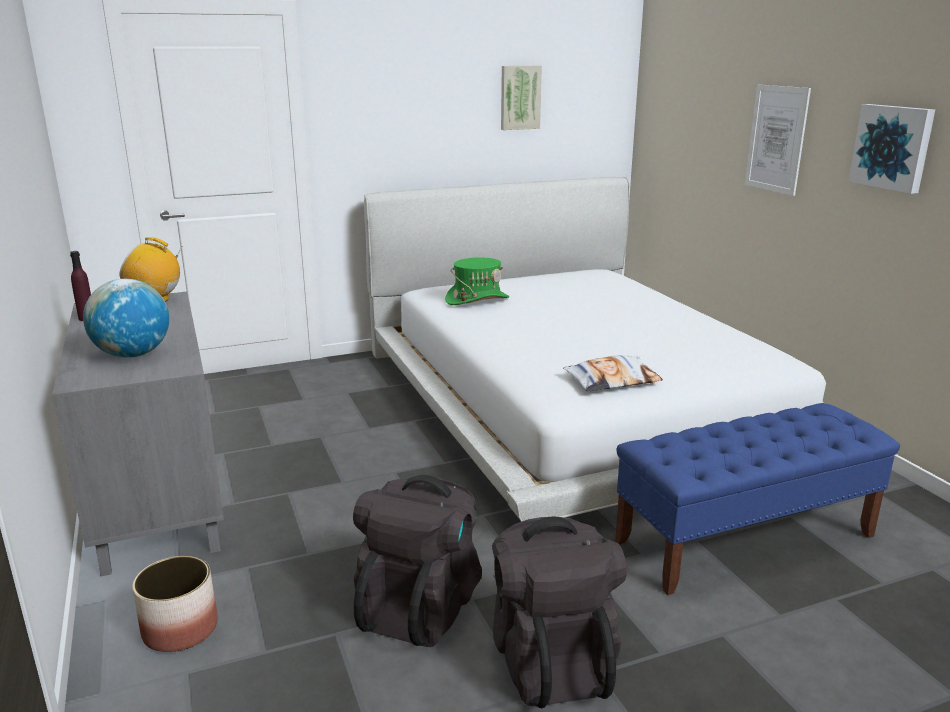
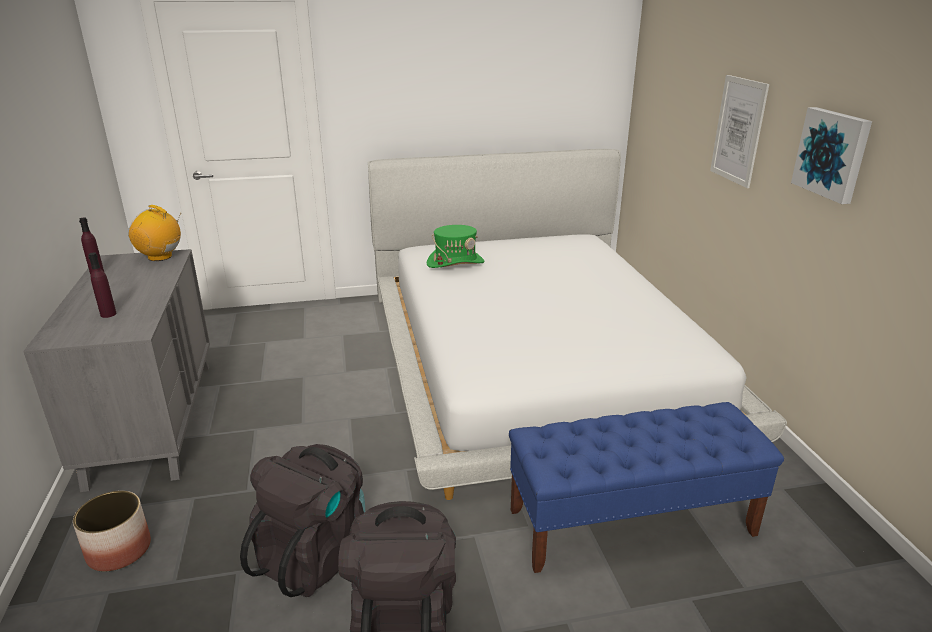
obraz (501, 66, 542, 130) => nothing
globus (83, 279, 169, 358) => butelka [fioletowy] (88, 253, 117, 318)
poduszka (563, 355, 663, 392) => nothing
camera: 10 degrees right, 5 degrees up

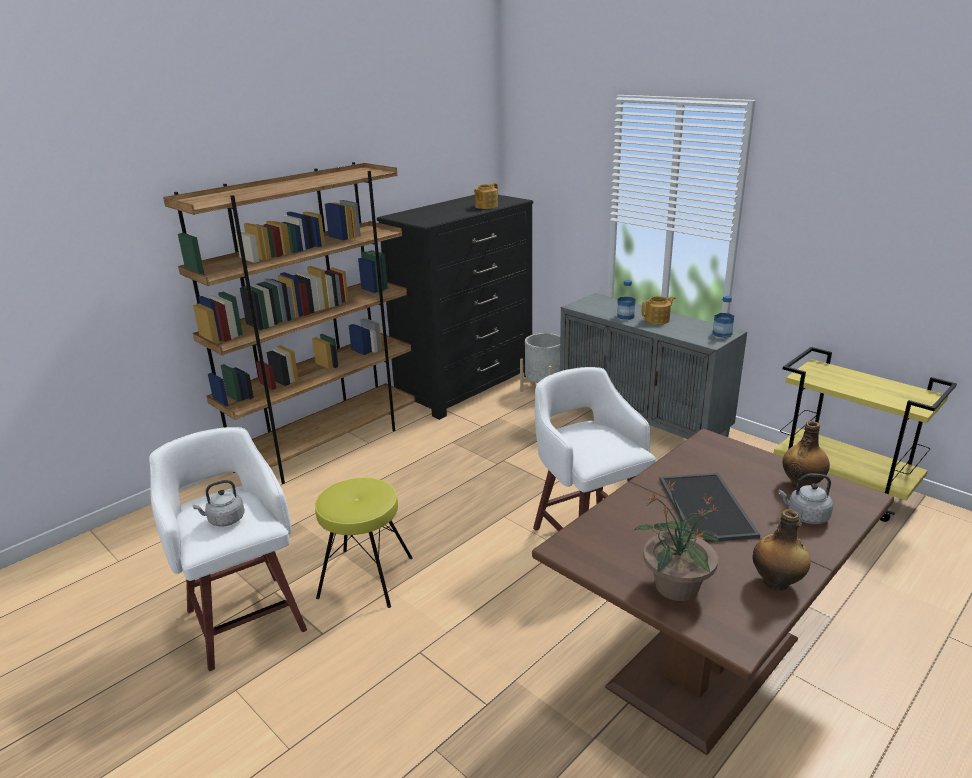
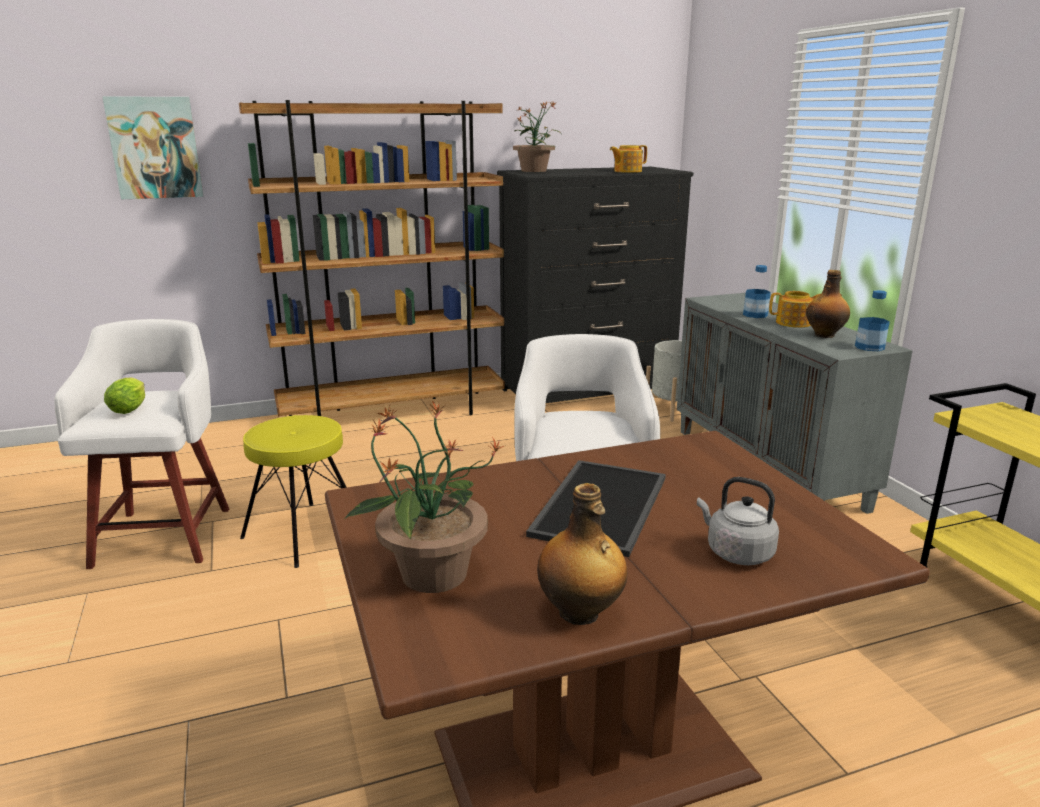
butelka (783, 421, 830, 489) => butelka (806, 270, 850, 338), shifted
czajnik [szary] (193, 480, 244, 526) => sałata (104, 377, 145, 414)
nothing => obraz (102, 96, 203, 199)
nothing => roślina doniczkowa (513, 101, 561, 172)
camera: 25 degrees right, 5 degrees down

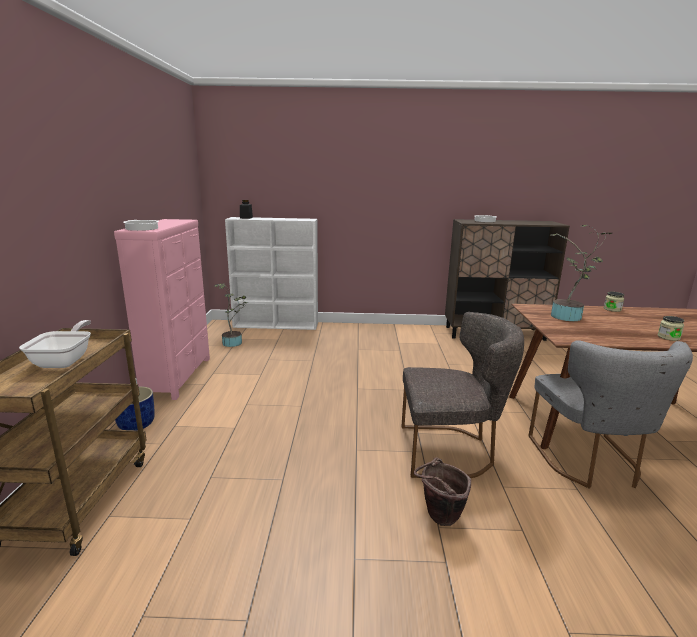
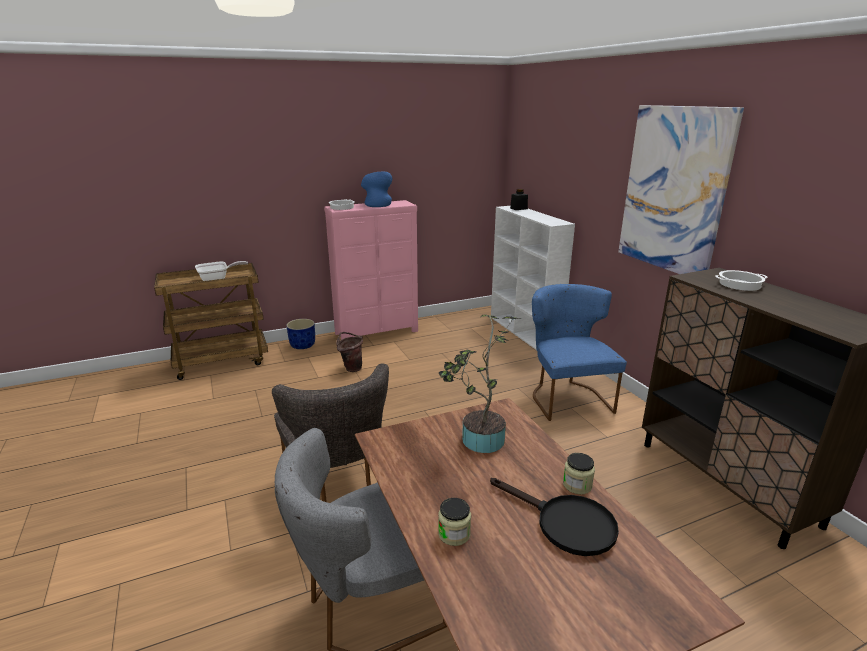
roślina doniczkowa (214, 283, 248, 347) => nothing
wiadro [brązowy] (414, 457, 471, 526) => wiadro [brązowy] (336, 332, 363, 372), shifted
nothing => obraz (618, 105, 744, 274)
nothing => wazon [niebieski] (361, 172, 392, 207)
nothing => krzesło [niebieski] (532, 284, 627, 421)
nothing => patelnia [czarny] (490, 478, 619, 556)
camera: 65 degrees right, 5 degrees up

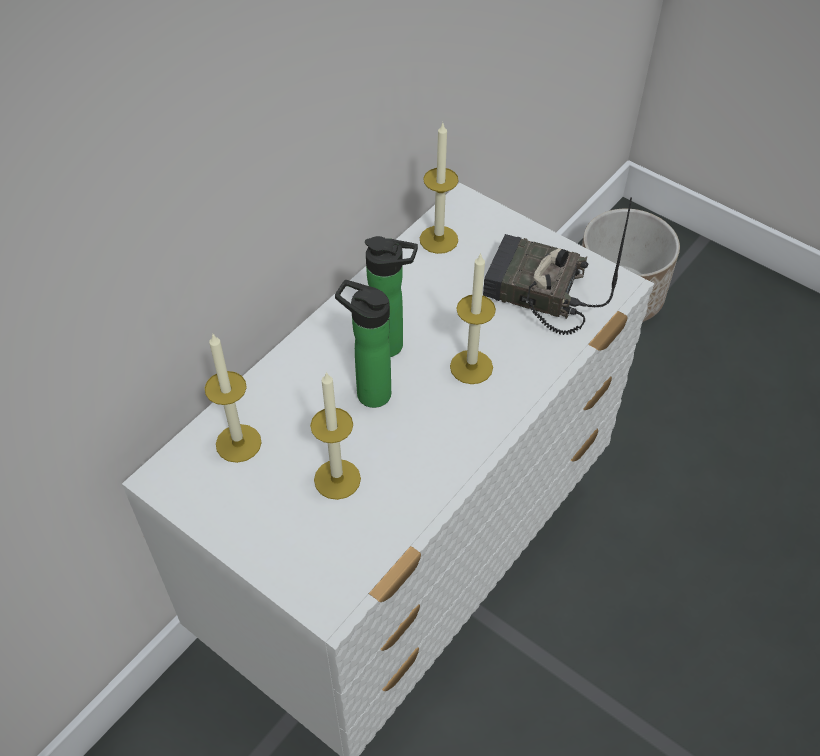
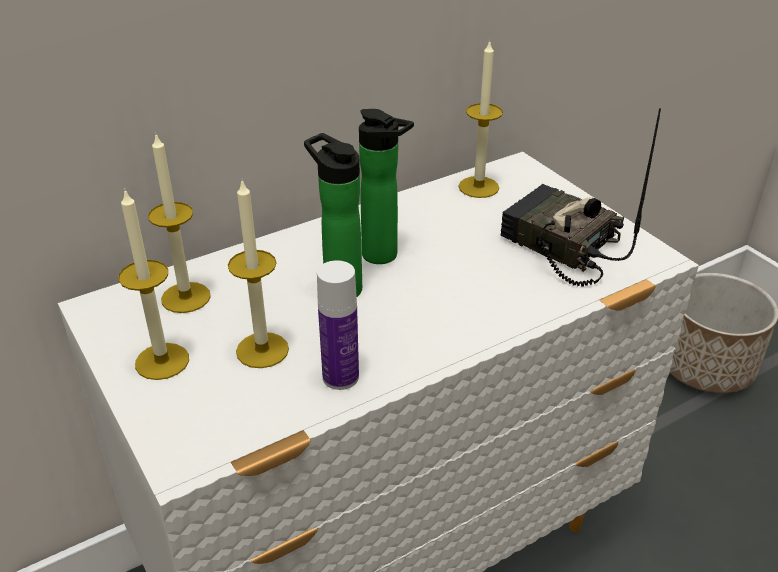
świeca (450, 253, 496, 384) => świeca (118, 188, 189, 380), shifted
nothing => butelka (317, 260, 359, 390)
camera: 20 degrees right, 15 degrees down

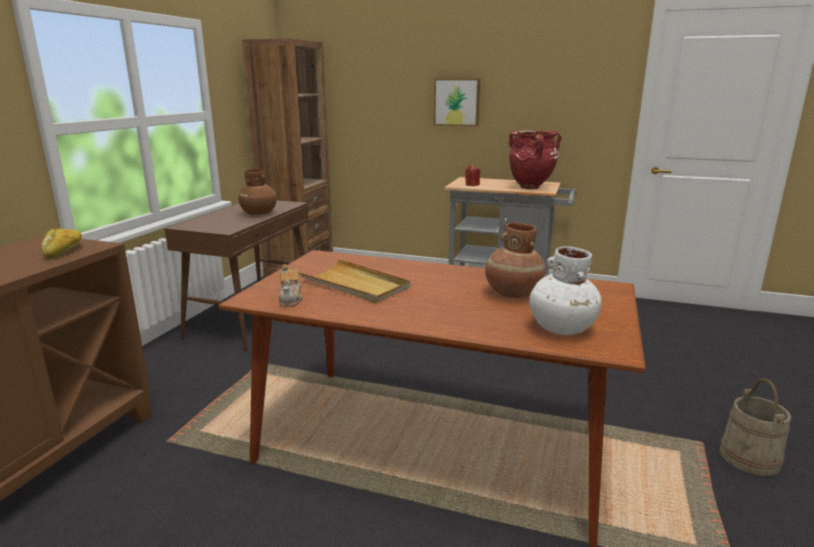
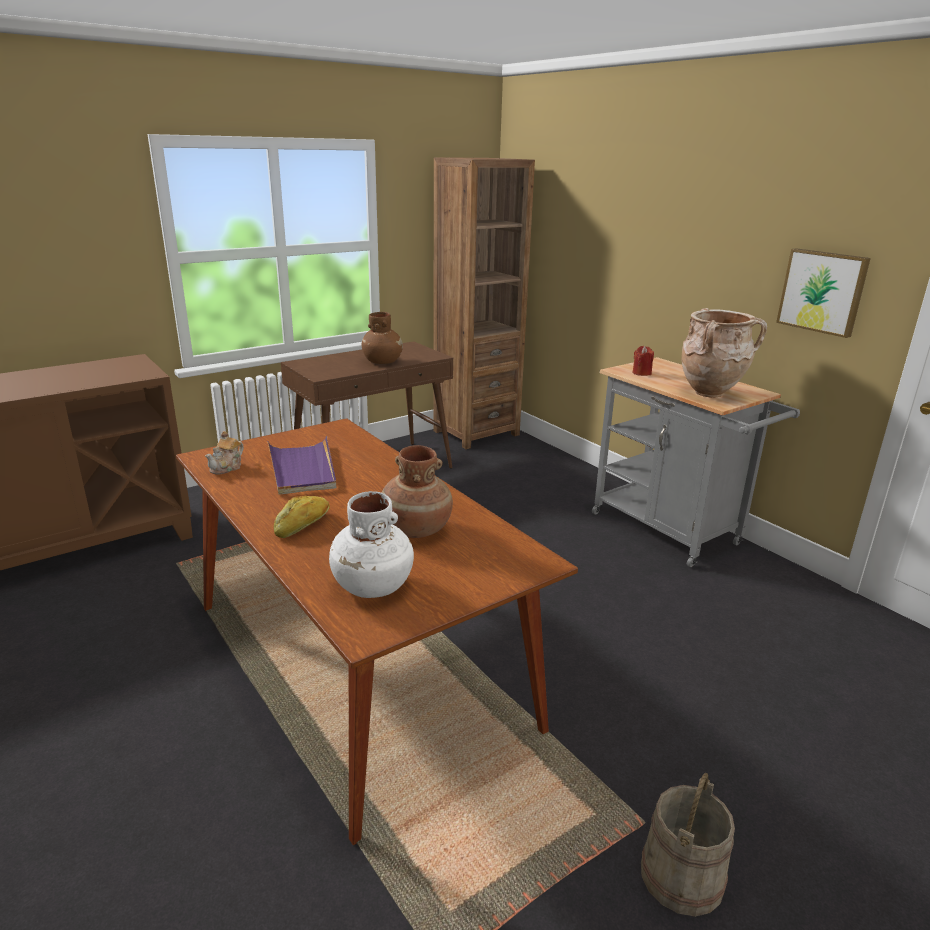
obraz (434, 78, 480, 126) => obraz (776, 248, 871, 338), shifted
wazon [czerwony] (509, 130, 562, 189) => wazon [beżowy] (681, 308, 767, 398)
chleb (41, 228, 82, 258) => chleb (274, 496, 330, 538), shifted
taca [beżowy] (299, 259, 410, 303) => taca [fioletowy] (267, 436, 336, 495)
camera: 35 degrees right, 5 degrees up

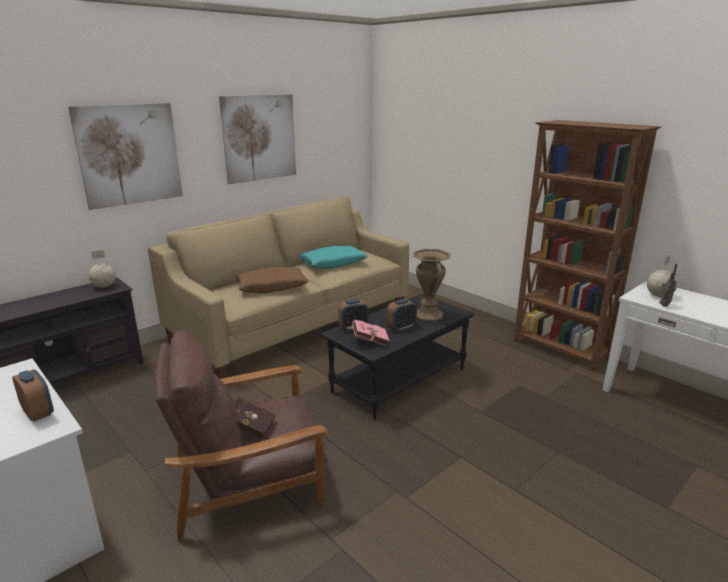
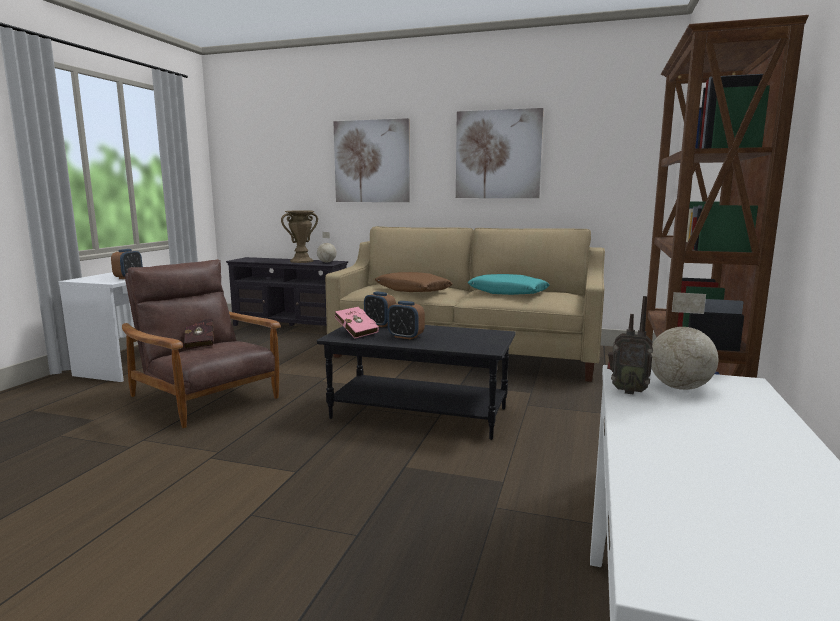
wazon [brązowy] (413, 249, 450, 322) => wazon [brązowy] (281, 210, 318, 263), shifted
camera: 60 degrees right, 10 degrees down

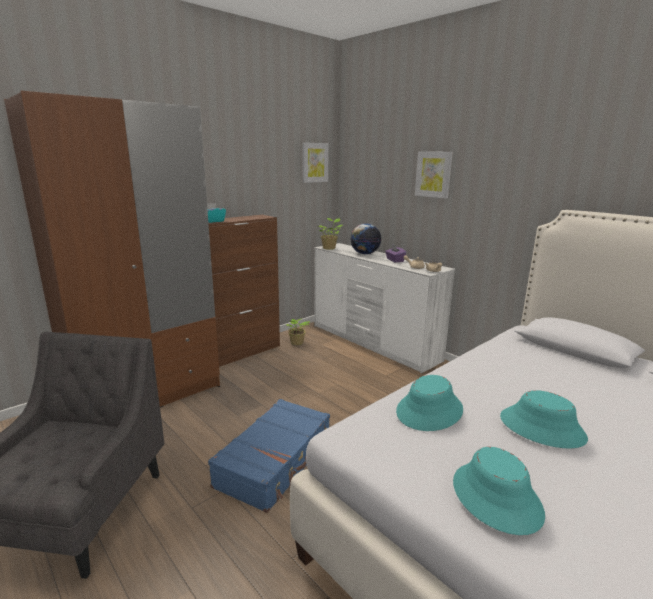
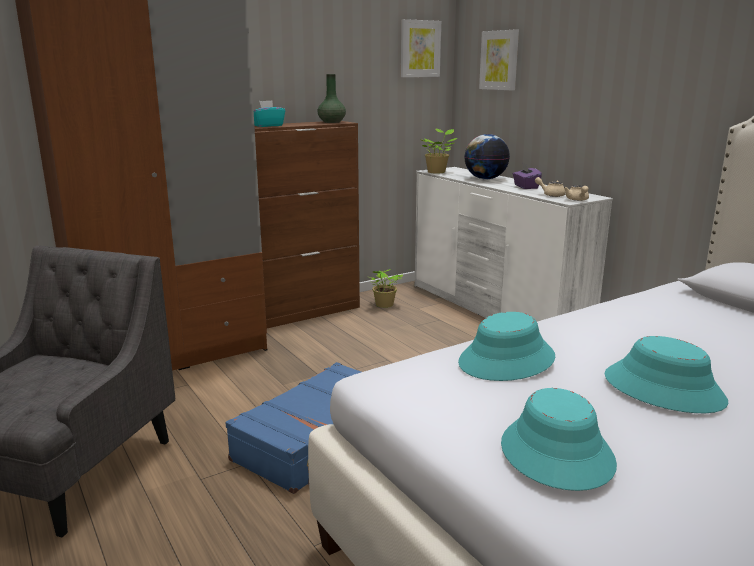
obraz (415, 151, 453, 199) => obraz (479, 29, 519, 90), shifted
nothing => wazon [zielony] (317, 74, 346, 123)
camera: 10 degrees right, 0 degrees up

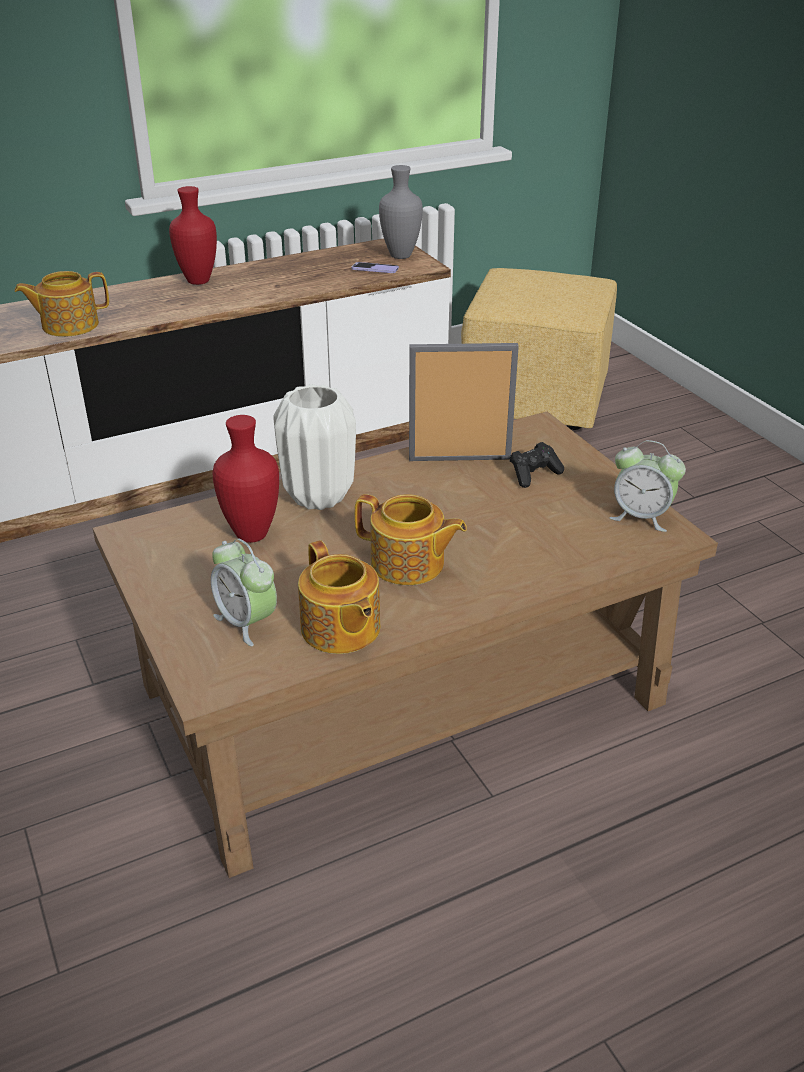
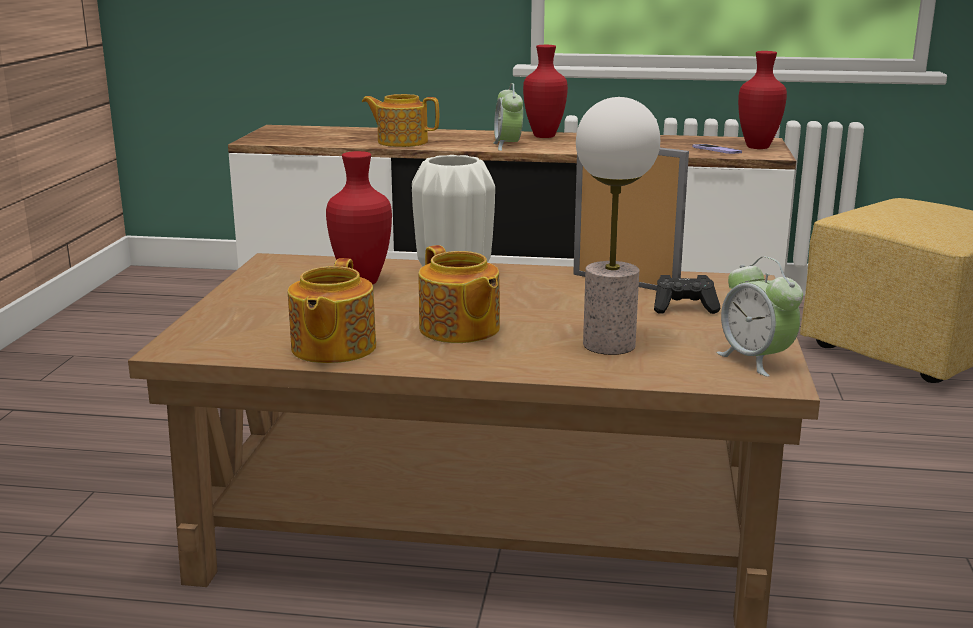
wazon [szary] (379, 165, 423, 259) => wazon [czerwony] (738, 51, 787, 149)
budzik (211, 538, 277, 646) => budzik (494, 83, 523, 151), shifted
nothing => lampa stołowa (576, 97, 660, 355)
camera: 35 degrees right, 15 degrees down

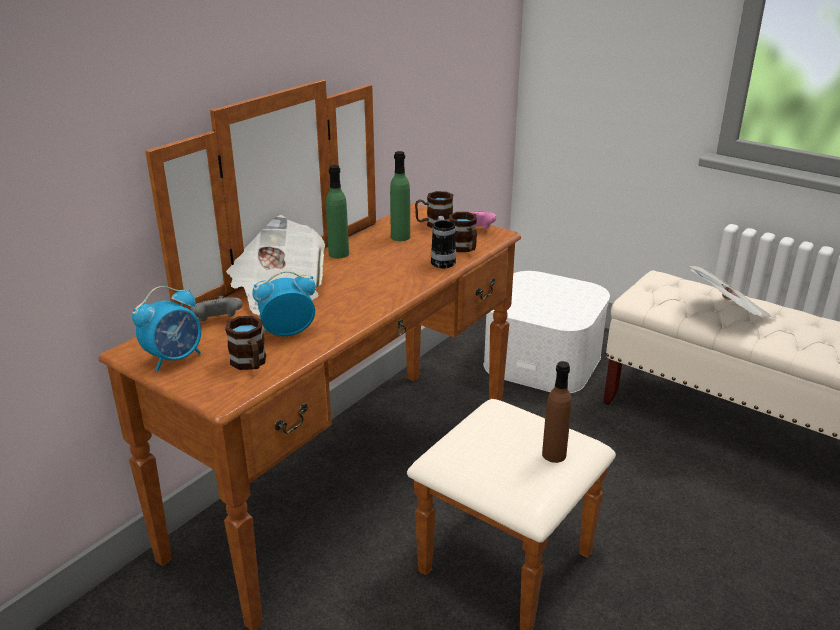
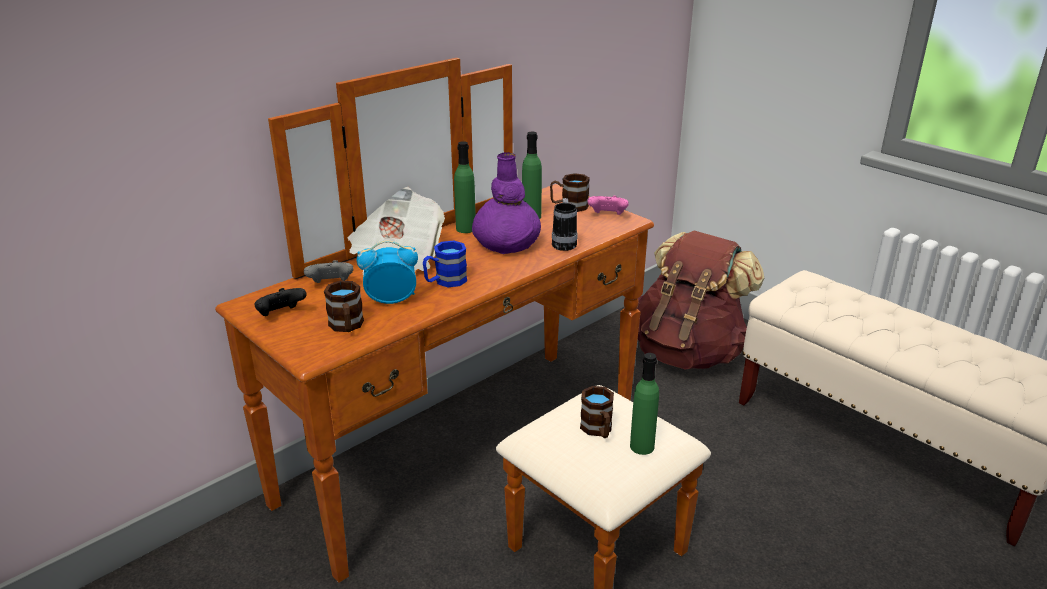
kubek [brązowy] (449, 212, 477, 252) => kubek [brązowy] (580, 386, 614, 438), shifted
gazeta (689, 266, 777, 318) => nothing
pojemnik do przechowywania [biały] (484, 271, 610, 393) => plecak [brązowy] (637, 231, 764, 370)
budzik (132, 286, 201, 372) => pad do gier [czarny] (255, 288, 307, 316)
butelka [brązowy] (542, 361, 572, 463) => butelka [zielony] (630, 353, 659, 455)
nothing => wazon [fioletowy] (472, 152, 541, 254)
nothing => kubek [niebieski] (423, 241, 467, 287)
camera: 10 degrees right, 0 degrees up

